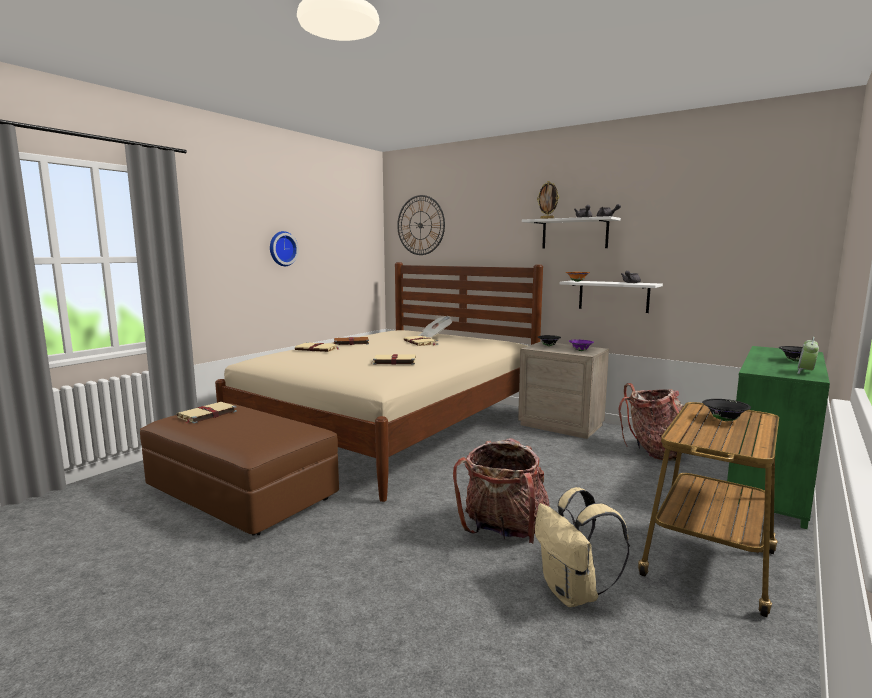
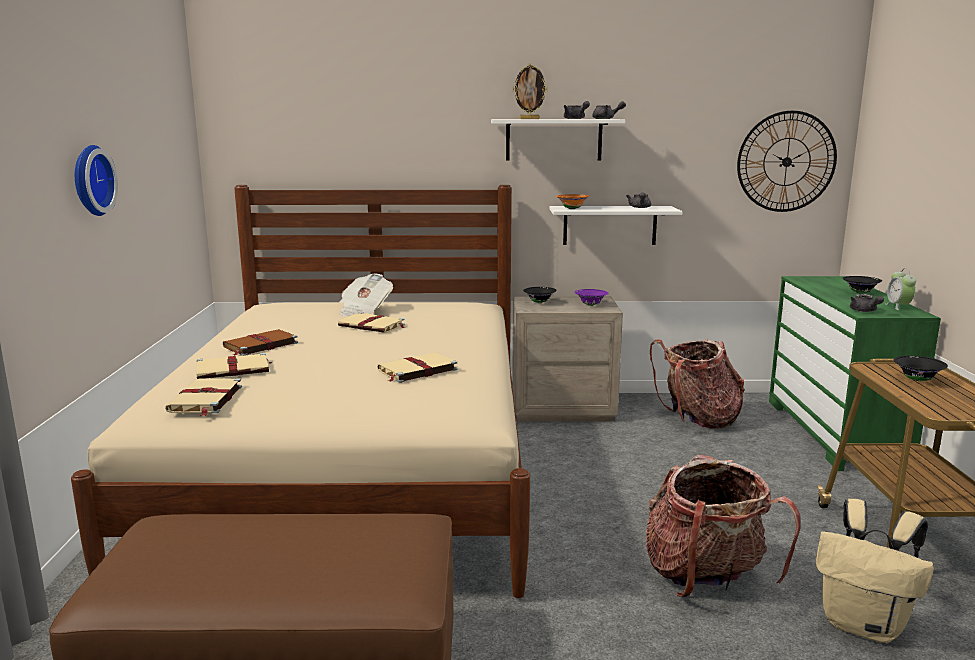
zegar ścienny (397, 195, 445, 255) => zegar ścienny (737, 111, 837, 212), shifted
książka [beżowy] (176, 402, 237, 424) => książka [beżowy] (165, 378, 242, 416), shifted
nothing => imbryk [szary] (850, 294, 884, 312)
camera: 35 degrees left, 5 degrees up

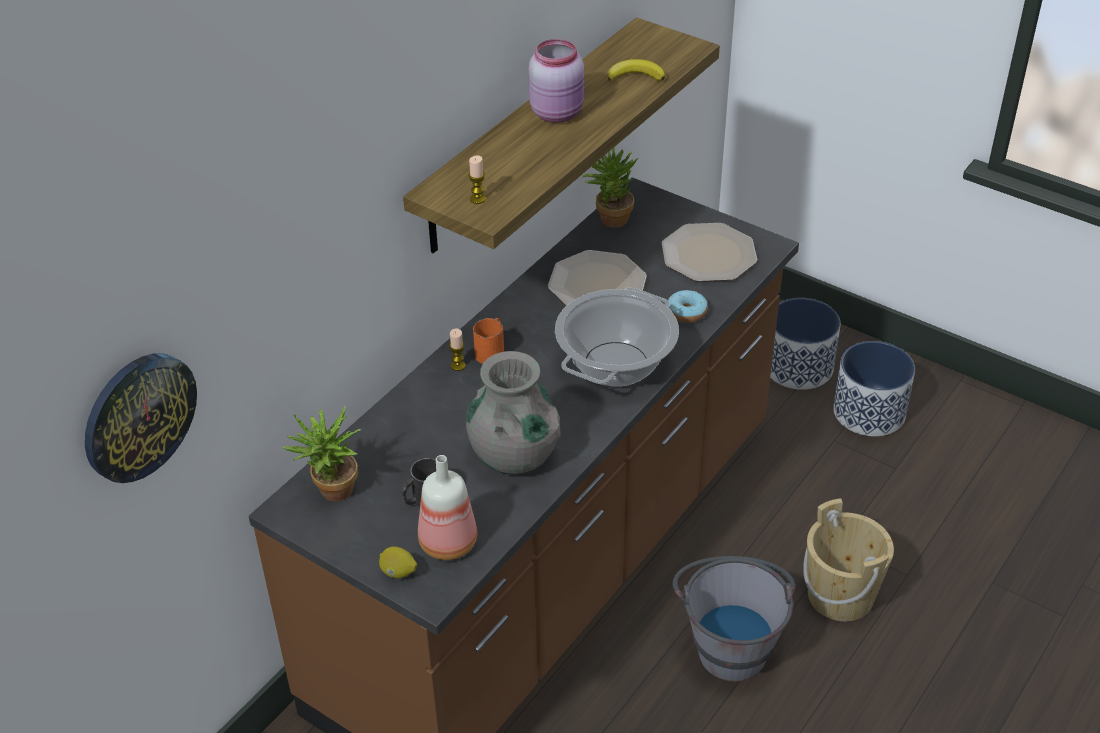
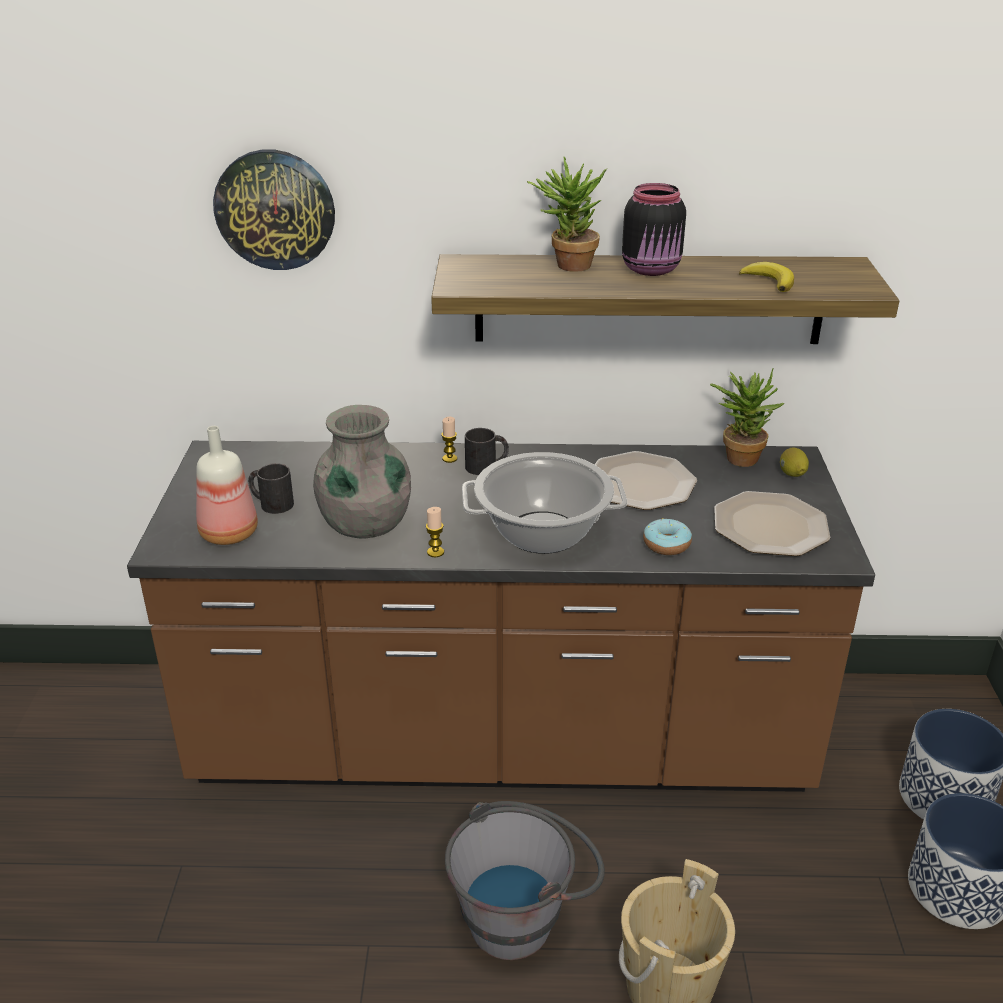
słoik [różowy] (528, 39, 584, 123) => słoik [czarny] (622, 183, 686, 276)
świeca (468, 155, 486, 204) => świeca (426, 507, 444, 557), shifted
kubek [pomarańczowy] (473, 318, 504, 364) => kubek [czarny] (465, 428, 509, 475)
zegar ścienny (85, 353, 197, 483) => zegar ścienny (213, 149, 335, 270), shifted
roślina doniczkowa (283, 405, 361, 501) => roślina doniczkowa (527, 157, 607, 272), shifted
cytryna (379, 547, 417, 578) => cytryna (780, 447, 809, 477), shifted
camera: 55 degrees right, 10 degrees down

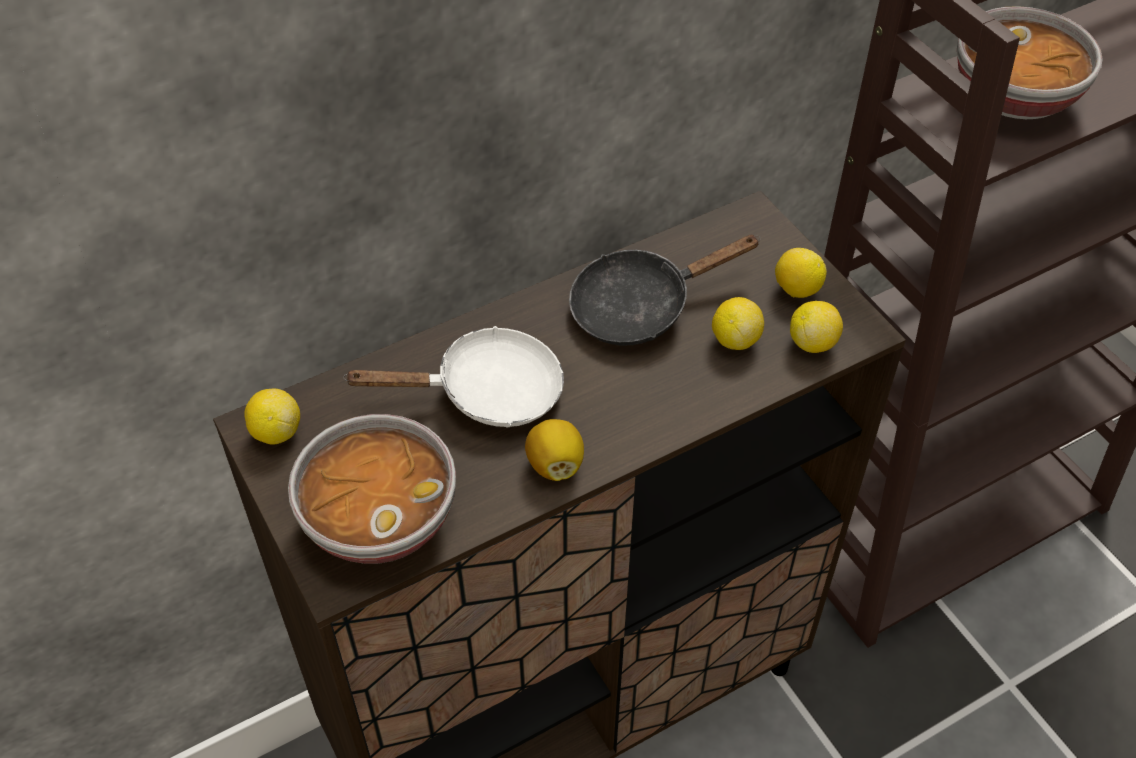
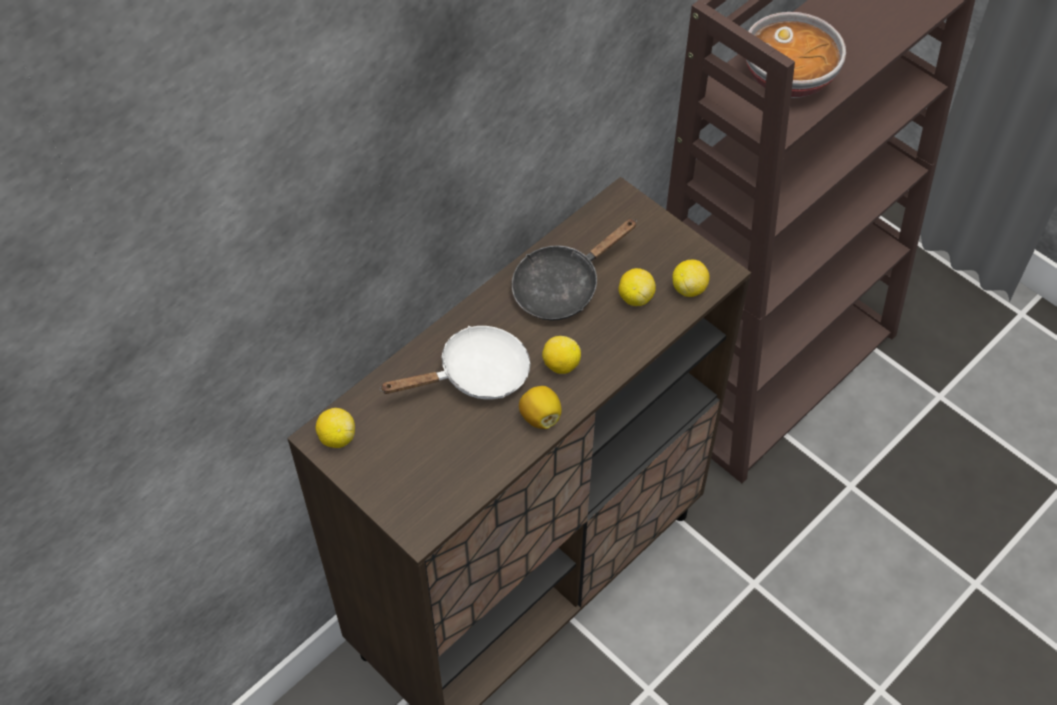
cytryna (775, 248, 827, 298) => cytryna (542, 336, 581, 374), shifted
miska (288, 414, 456, 564) => nothing
camera: 15 degrees left, 5 degrees up

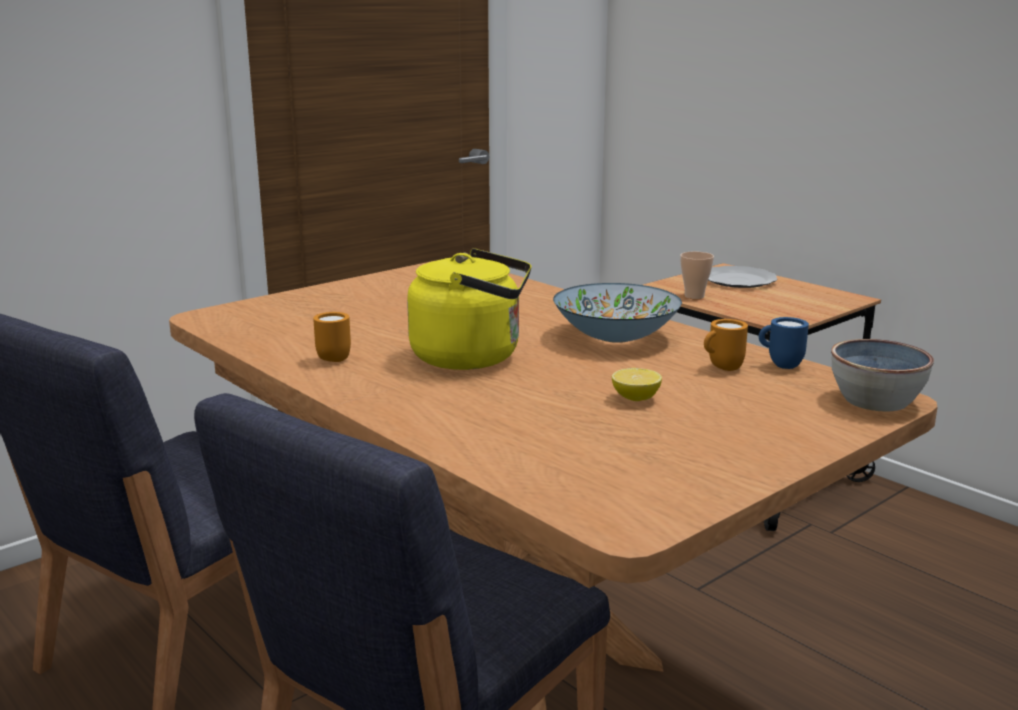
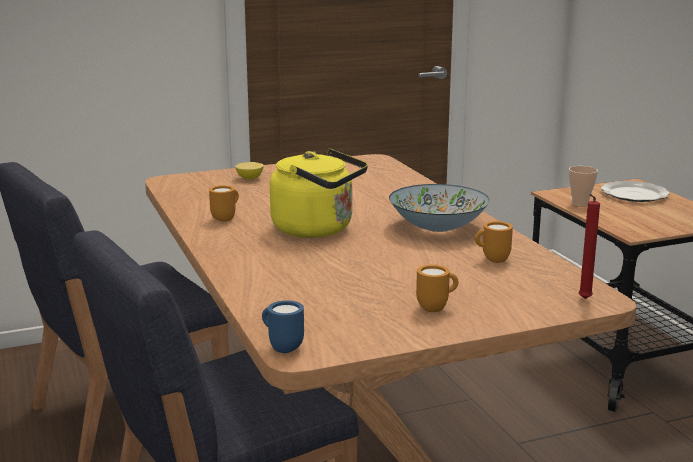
kubek [niebieski] (759, 317, 809, 369) => kubek [niebieski] (262, 300, 304, 353), shifted
miska (831, 339, 934, 411) => świeca [czerwony] (578, 194, 600, 299)
cytryna (612, 368, 662, 401) => cytryna (235, 162, 263, 180), shifted
nothing => kubek [pomarańczowy] (416, 265, 458, 312)
camera: 20 degrees right, 0 degrees up

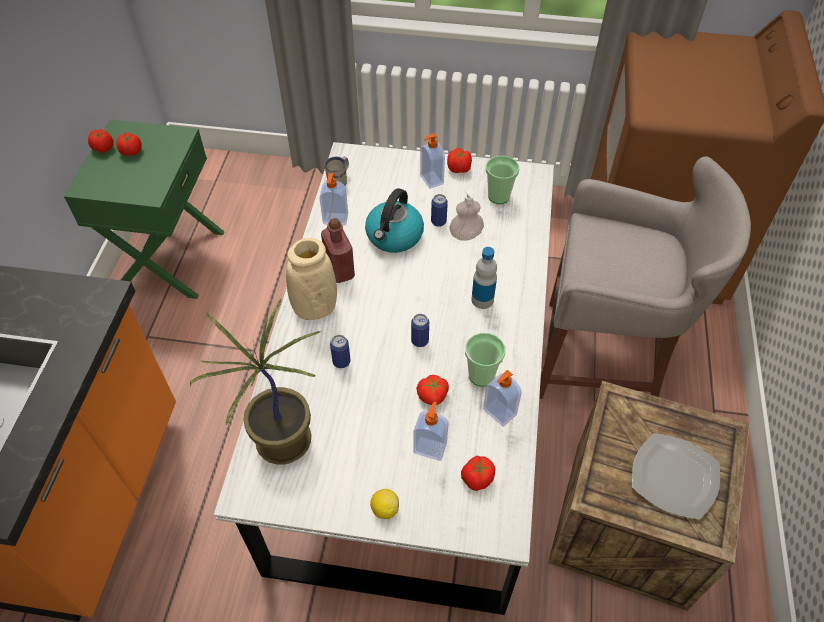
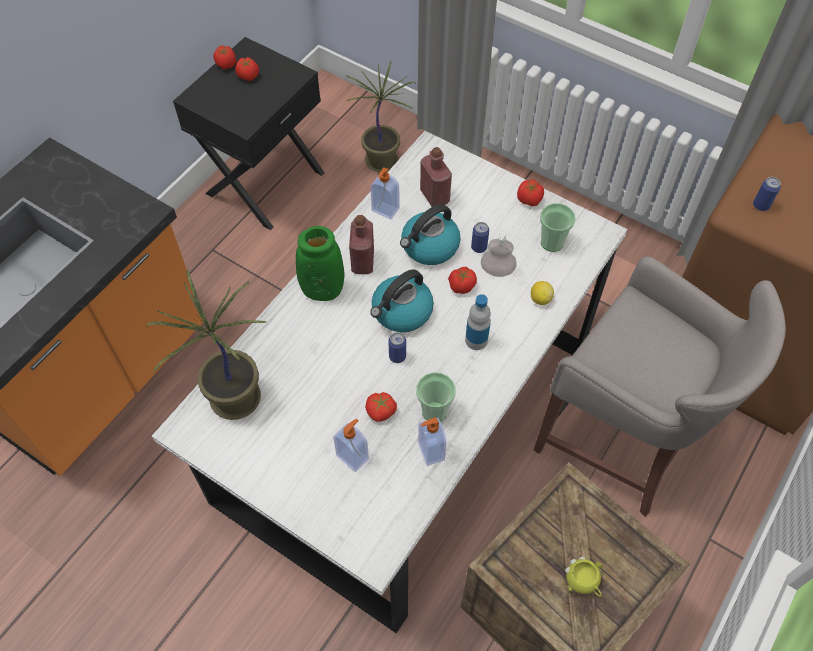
szafka nocna [zielony] (64, 119, 224, 299) => szafka nocna [czarny] (173, 37, 325, 230)
dozownik mydła (420, 134, 445, 189) => nothing
kubek [biały] (325, 157, 349, 186) => nothing
wazon [beżowy] (286, 238, 337, 320) => wazon [zielony] (296, 226, 344, 301)
puszka (330, 335, 351, 368) => puszka (753, 177, 781, 211), shifted
talerz (632, 433, 720, 520) => kubek [żółty] (565, 556, 603, 597)
pomidor (461, 456, 495, 491) => pomidor (448, 267, 477, 294), shifted
cytryna (370, 489, 399, 519) => cytryna (531, 281, 554, 305), shifted
nothing => roślina doniczkowa (346, 61, 416, 172)
nothing => butelka [czerwony] (420, 147, 452, 207)
nothing => czajnik (370, 269, 434, 332)
camera: 25 degrees right, 5 degrees up

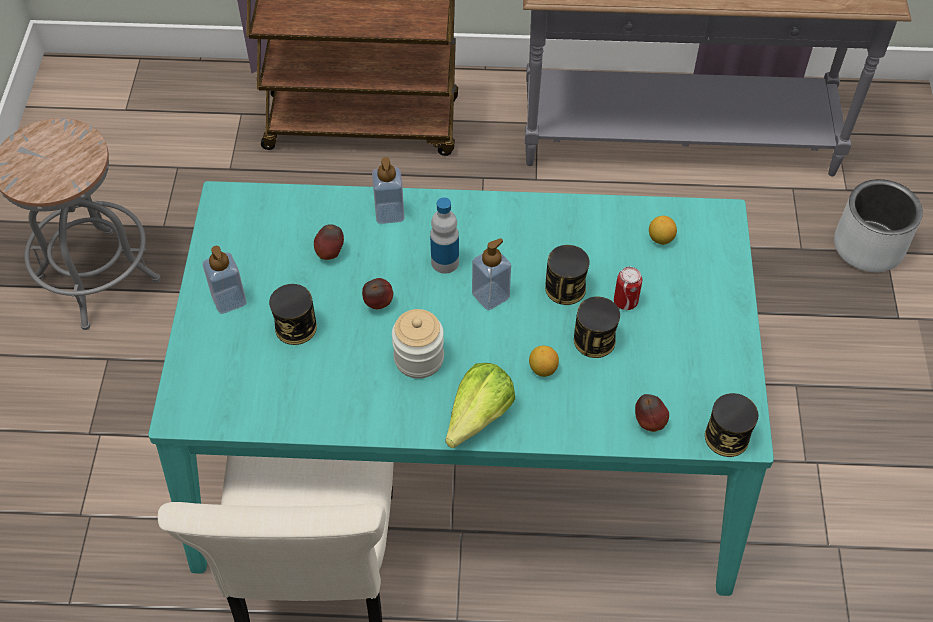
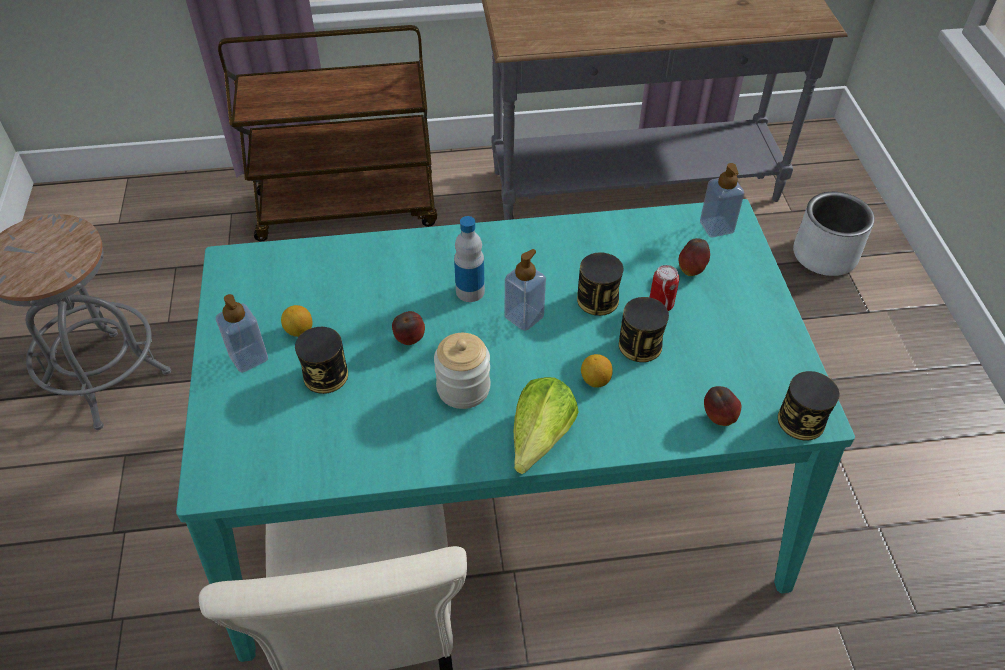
dozownik mydła (372, 157, 404, 224) => dozownik mydła (700, 163, 744, 237), shifted
cytryna (649, 216, 677, 245) => cytryna (281, 305, 313, 337), shifted
jabłko (314, 224, 344, 260) => jabłko (679, 238, 710, 276), shifted
camera: 10 degrees left, 5 degrees down

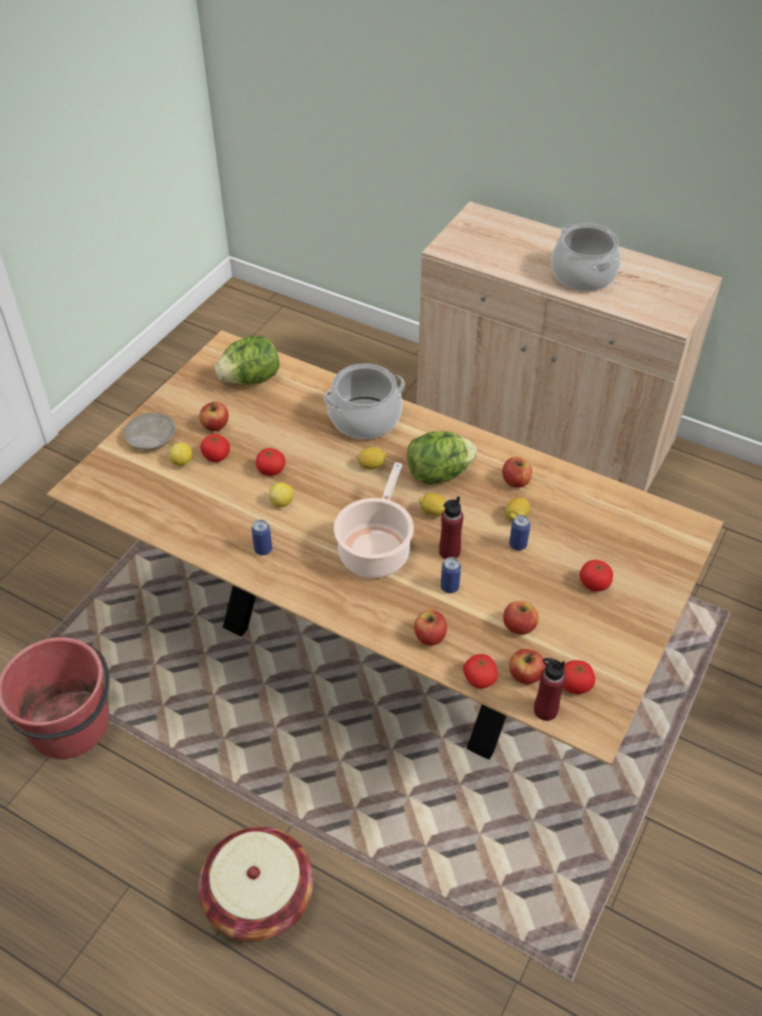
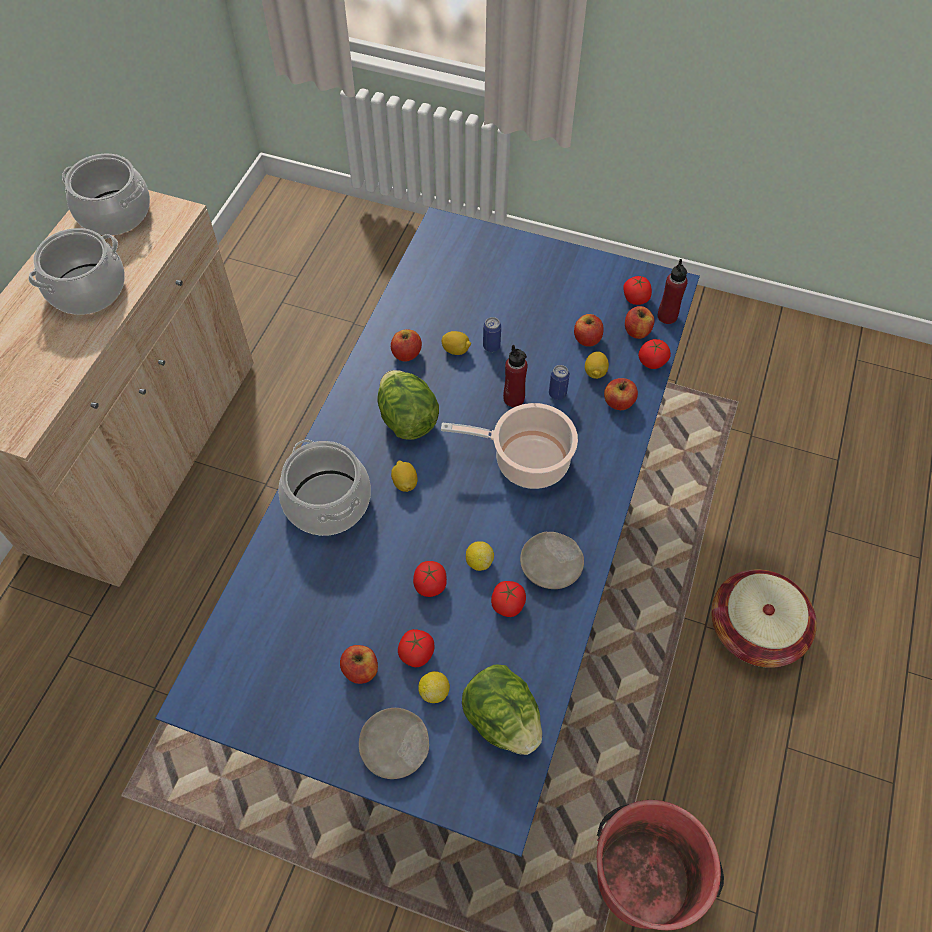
stół jadalny [brązowy] (46, 330, 724, 766) => stół jadalny [niebieski] (155, 207, 700, 857)
sałata (215, 336, 279, 385) => sałata (462, 665, 542, 755), shifted
cytryna (419, 493, 446, 516) => cytryna (585, 351, 609, 379), shifted
puszka (251, 519, 272, 555) => talerz [beżowy] (520, 532, 584, 589)
pomidor (579, 560, 613, 591) => pomidor (491, 581, 526, 617), shifted
nothing => garnek (62, 154, 150, 235)
camera: 100 degrees left, 10 degrees up

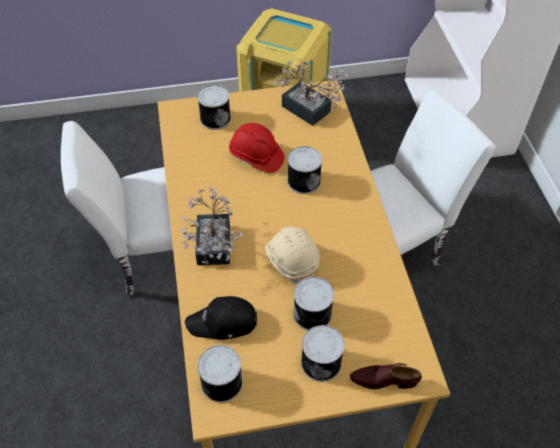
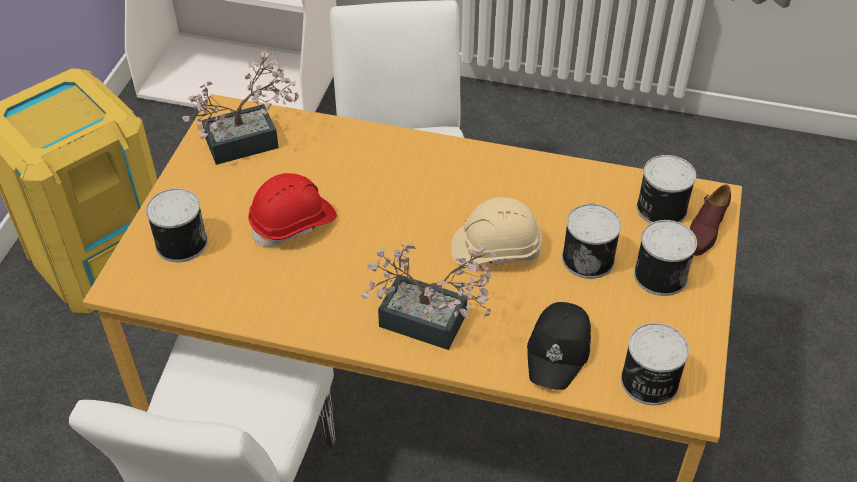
puszka (287, 146, 322, 194) => puszka (637, 155, 696, 223), shifted
camera: 65 degrees left, 5 degrees down

